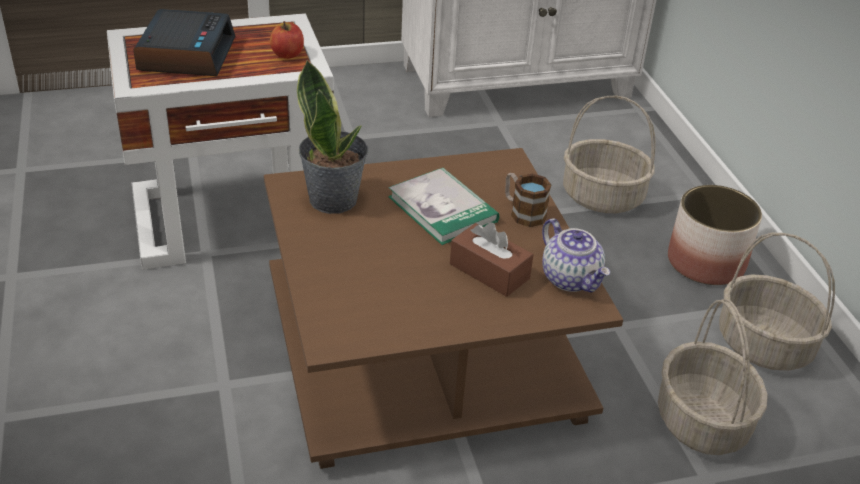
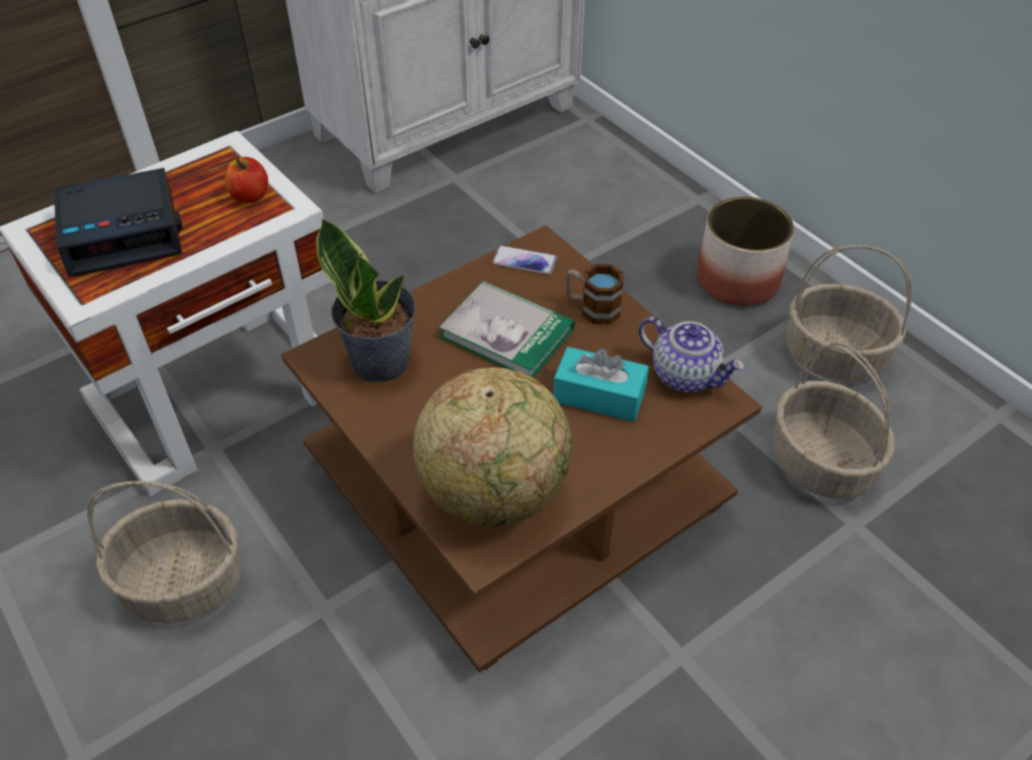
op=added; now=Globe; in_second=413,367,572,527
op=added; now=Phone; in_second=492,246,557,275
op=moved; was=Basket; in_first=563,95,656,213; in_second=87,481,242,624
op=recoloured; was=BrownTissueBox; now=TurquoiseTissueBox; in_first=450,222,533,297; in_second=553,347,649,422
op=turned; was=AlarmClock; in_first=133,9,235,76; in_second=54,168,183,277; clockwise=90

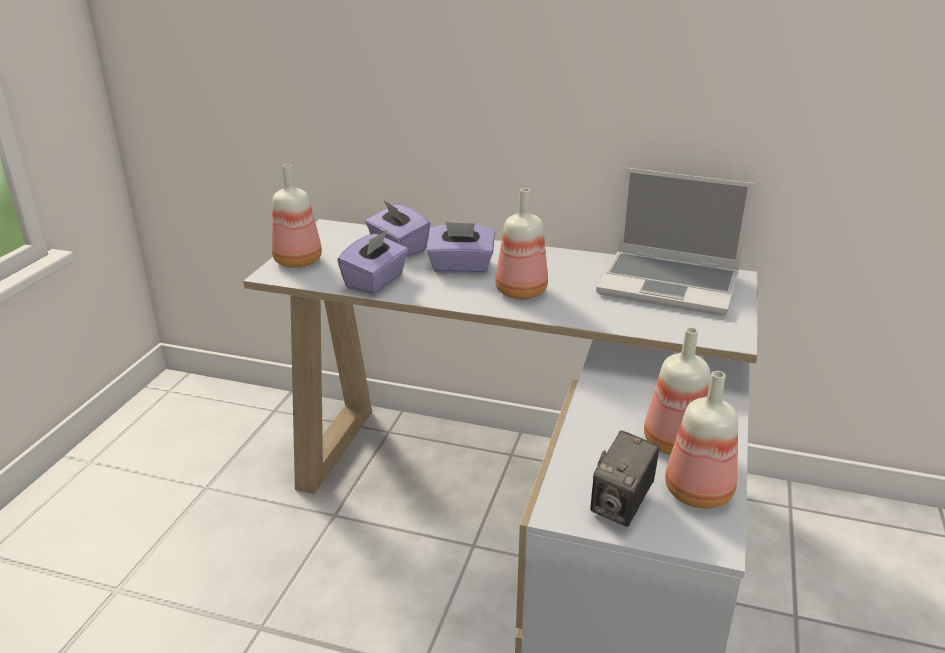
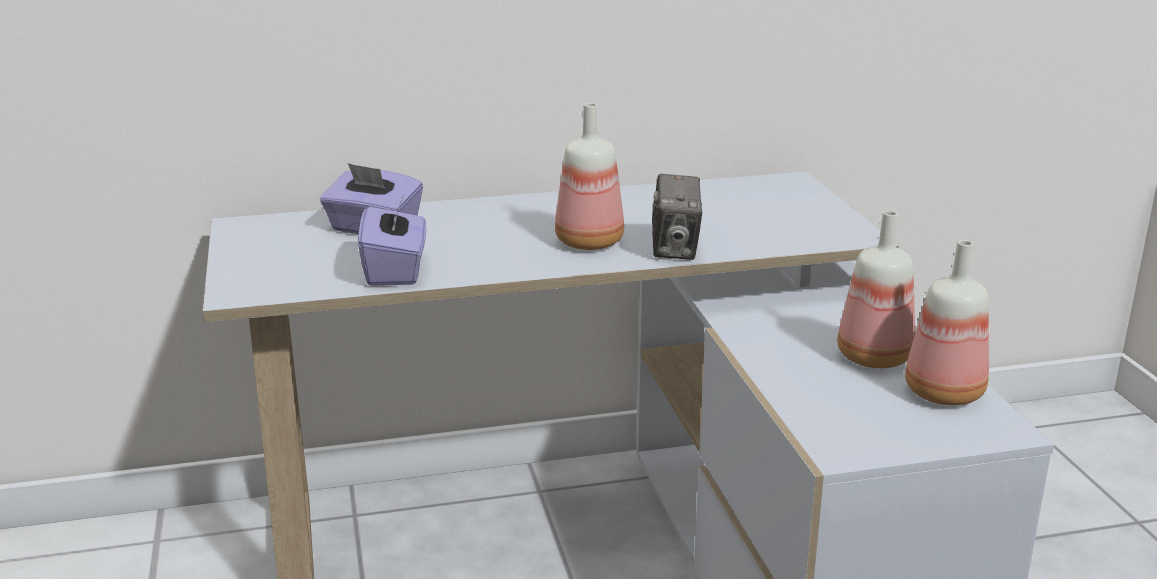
op=removed; was=Bottle; in_first=272,164,322,268
op=removed; was=PurpleTissueBox; in_first=427,222,495,273
op=removed; was=Laptop; in_first=596,168,754,316
op=moved; was=PhotoCamera; in_first=590,430,659,527; in_second=652,174,702,260

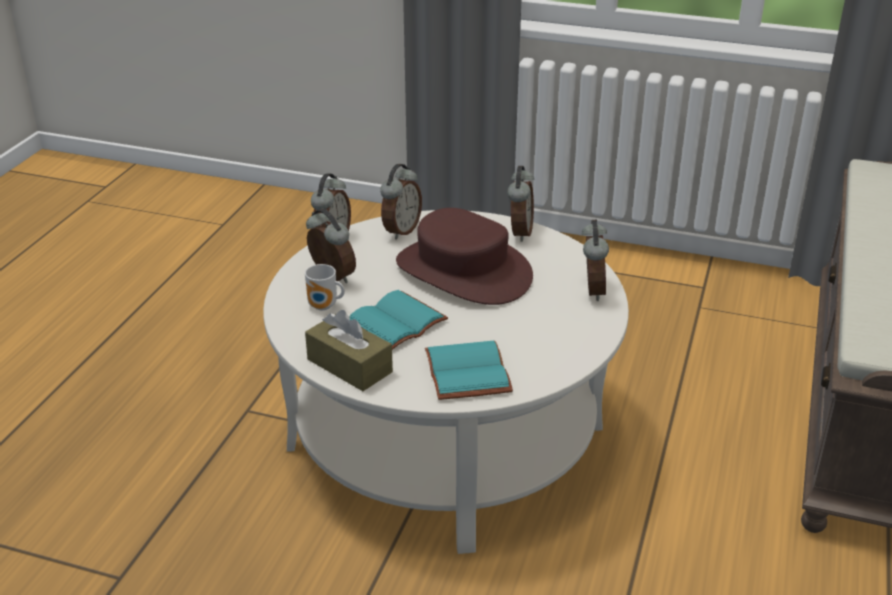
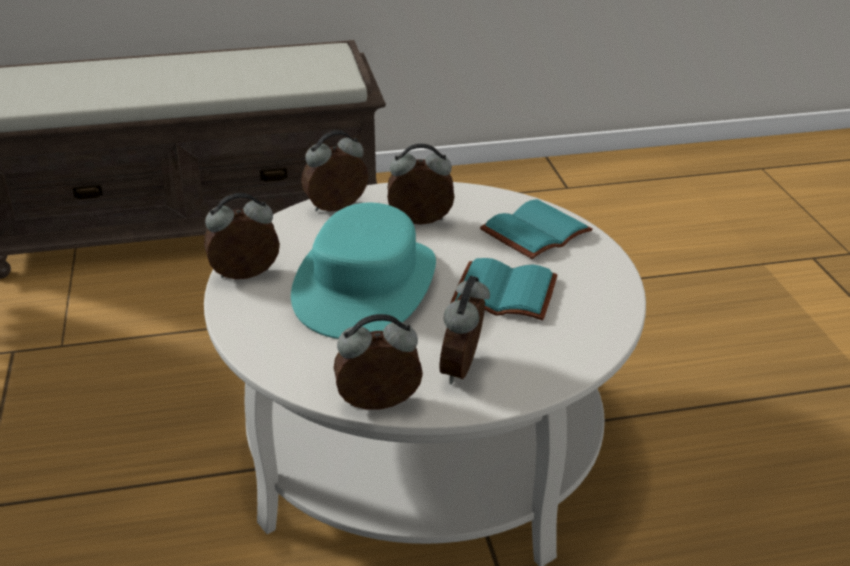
op=removed; was=Mug; in_first=305,264,345,310
op=removed; was=BrownTissueBox; in_first=305,310,393,391
op=moved; was=AlarmClock; in_first=380,164,422,240; in_second=387,144,454,225
op=recoloured; was=BrownHat; now=TurquoiseHat; in_first=396,208,533,305; in_second=291,203,436,339

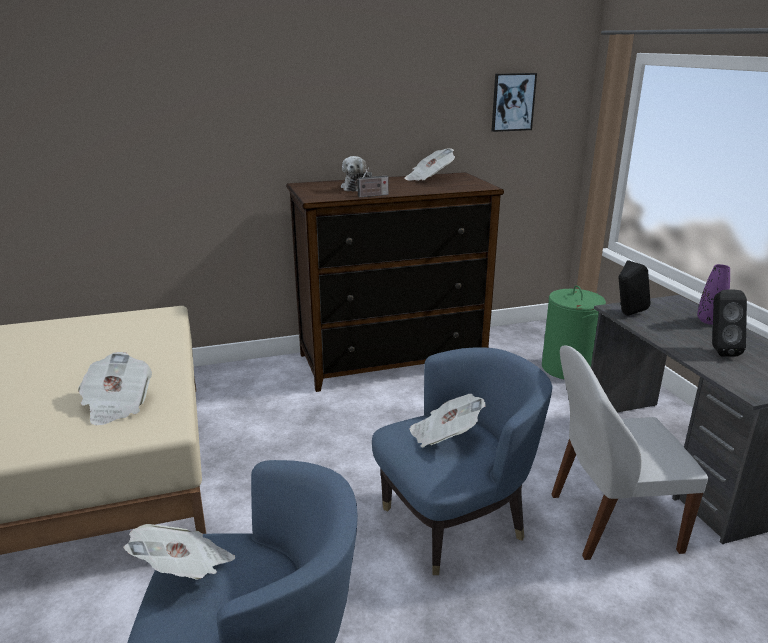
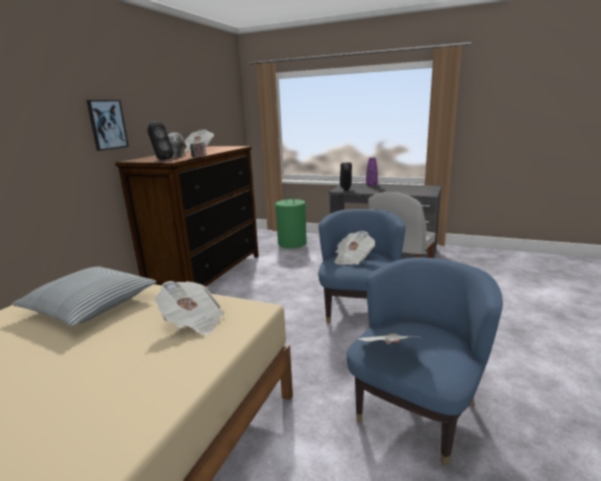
op=added; now=Pillow; in_second=12,266,156,326
op=moved; was=Picture; in_first=492,73,537,132; in_second=86,100,129,151
op=moved; was=BlackSpeaker; in_first=712,289,747,356; in_second=147,121,174,160

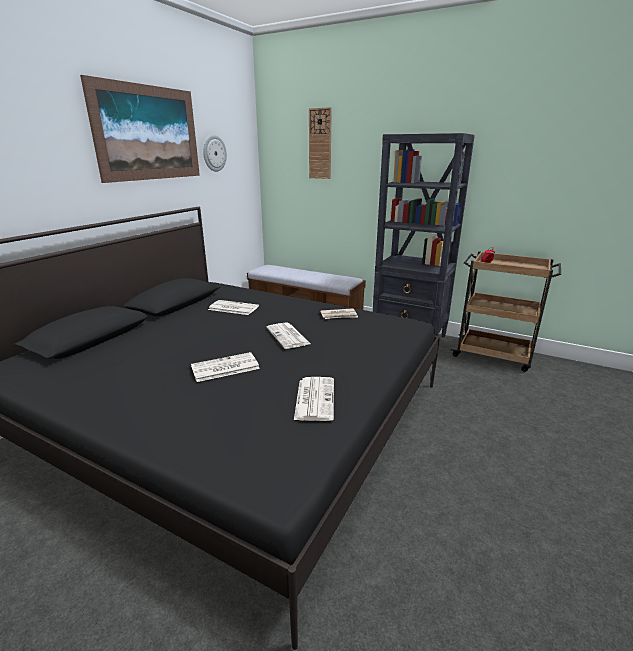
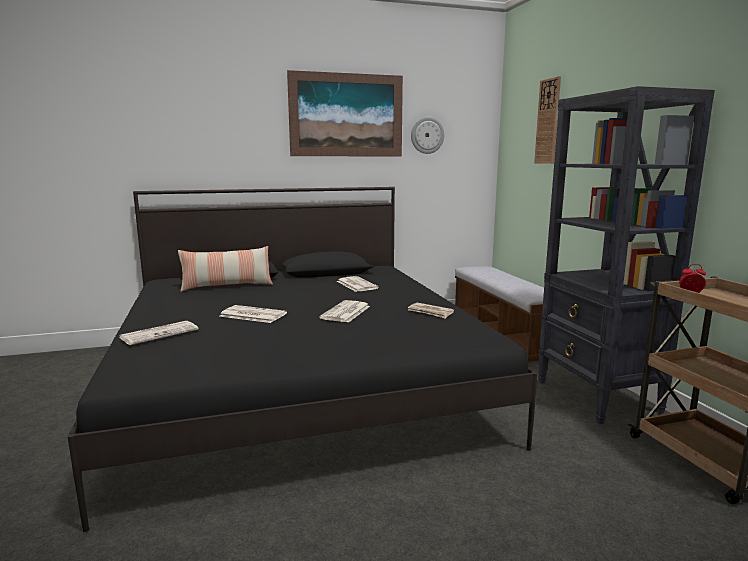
op=added; now=Pillow; in_second=178,246,273,292
op=moved; was=Newspaper; in_first=294,377,334,421; in_second=119,321,198,345

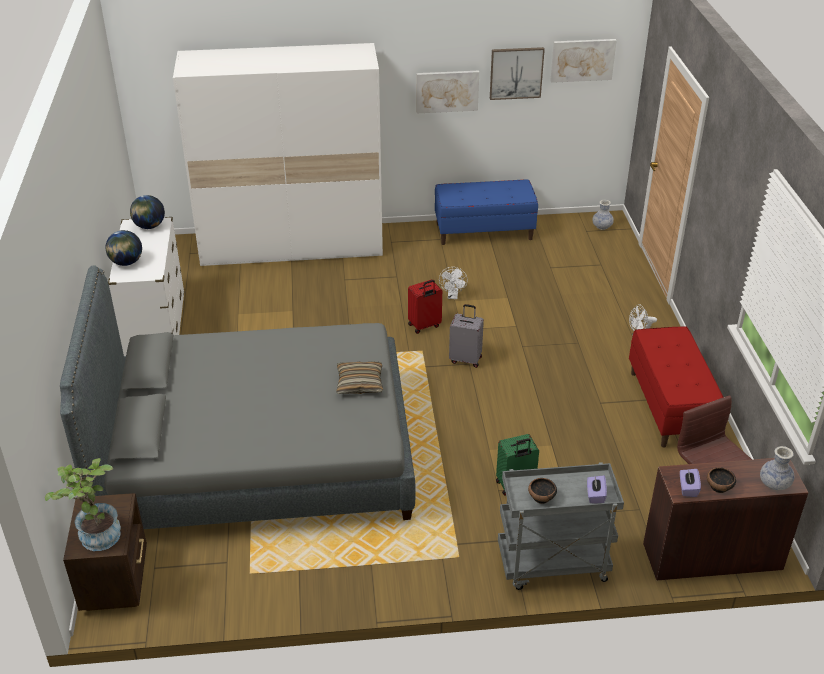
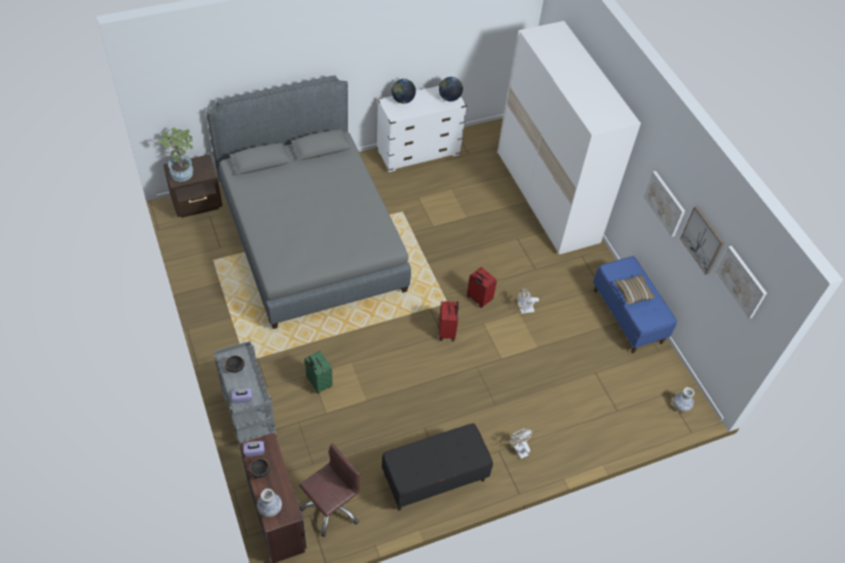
op=moved; was=Pillow; in_first=336,362,383,394; in_second=614,275,655,305
op=recoloured; was=GreySuitcase; now=RedSuitcase; in_first=449,304,484,368; in_second=439,301,459,341
op=recoloured; was=RedBench; now=BlackBench; in_first=629,326,723,448; in_second=382,423,493,511

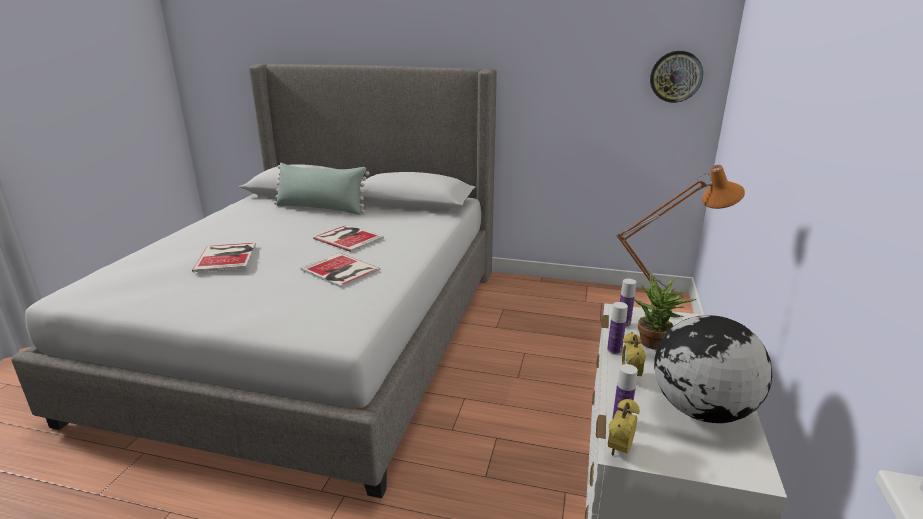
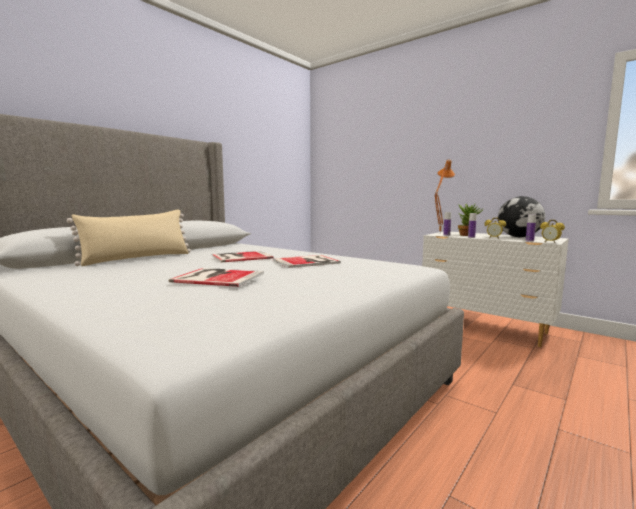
op=removed; was=WallClock; in_first=650,51,703,103
op=recoloured; was=GreenPillow; now=BeigePillow; in_first=274,163,369,215; in_second=67,209,191,266

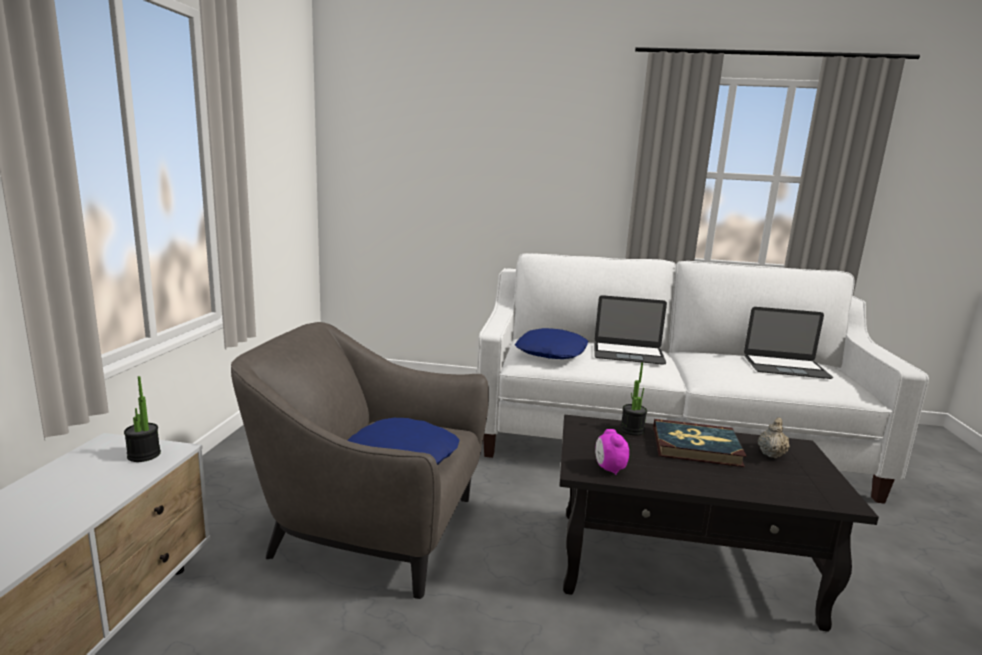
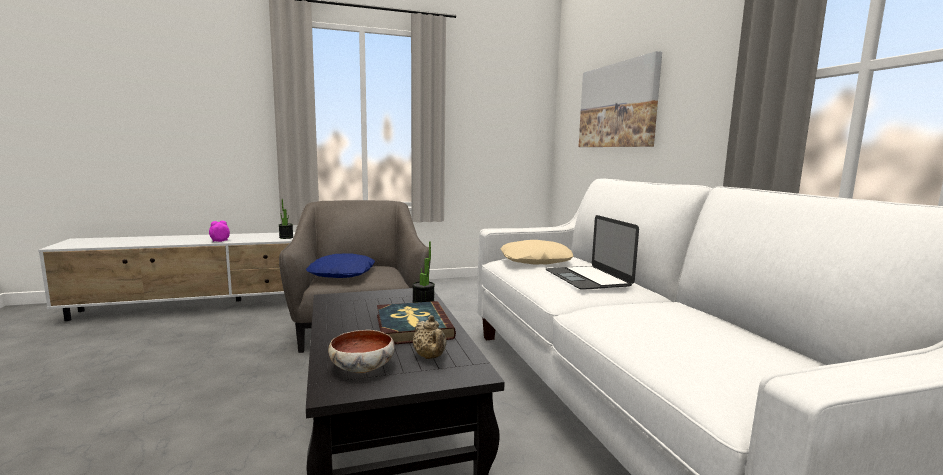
op=removed; was=Laptop; in_first=744,307,833,379
op=added; now=Bowl; in_second=328,330,395,373
op=added; now=Picture; in_second=579,51,662,147
op=moved; was=AlarmClock; in_first=595,429,629,475; in_second=209,221,230,242
op=recoloured; was=BluePillow; now=BeigePillow; in_first=515,328,588,359; in_second=500,240,573,265
op=turned; was=BeigeTeapot; in_first=758,417,790,459; in_second=413,315,447,359; clockwise=60

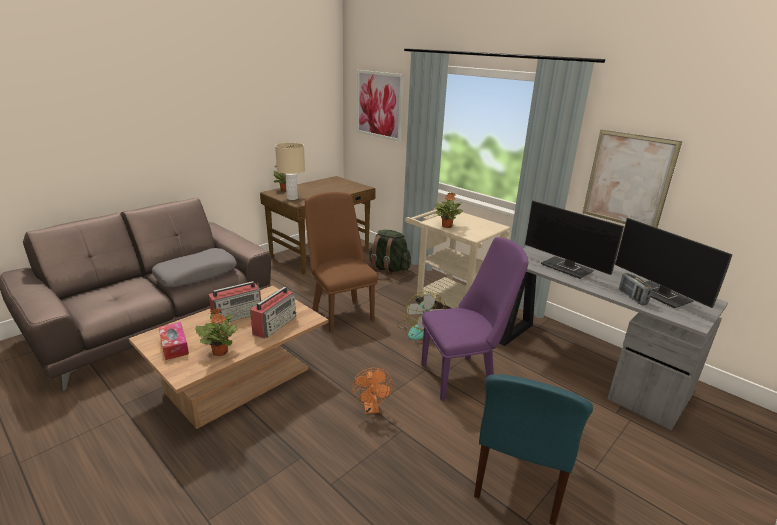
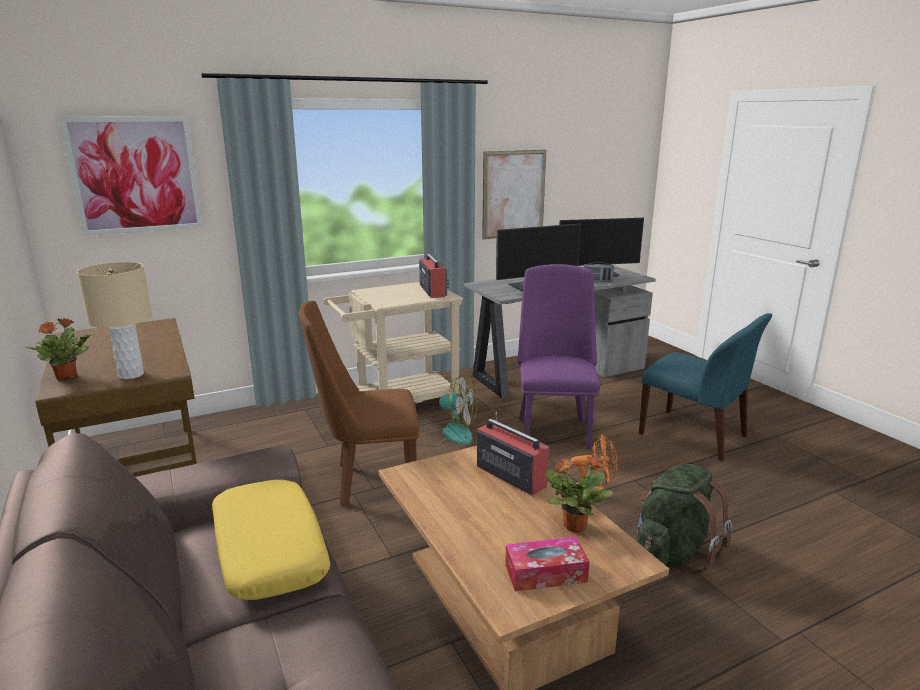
op=removed; was=PottedPlant; in_first=435,193,463,228
op=moved; was=Radio; in_first=208,281,261,324; in_second=419,251,449,298
op=moved; was=GreenBackpack; in_first=369,230,411,275; in_second=637,464,732,576
op=recoloured; was=GreyPillow; now=YellowPillow; in_first=152,248,237,287; in_second=212,479,330,600

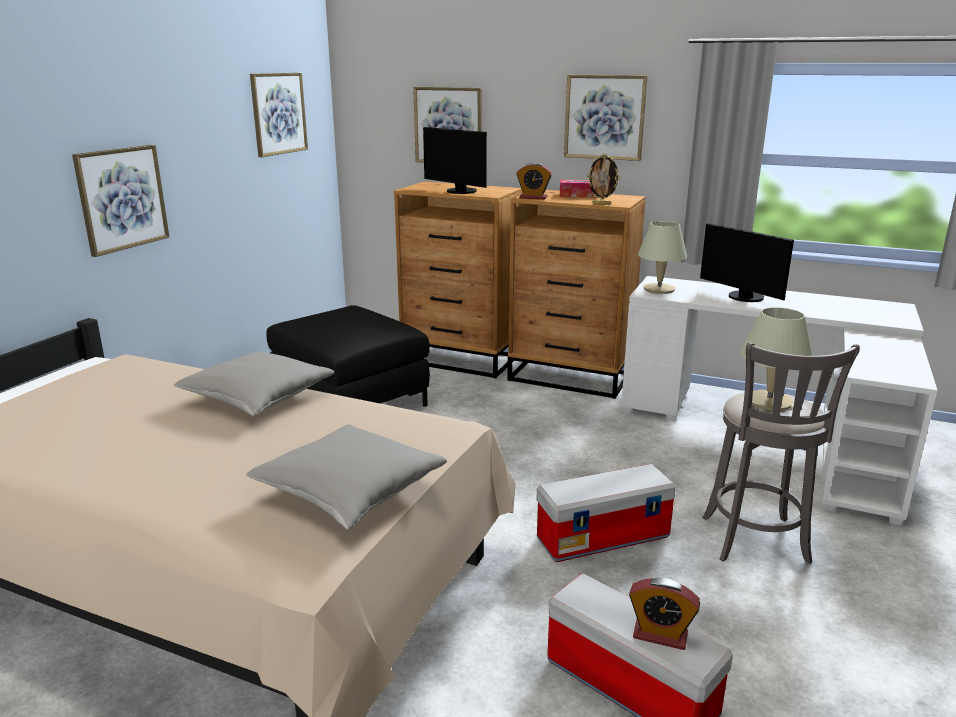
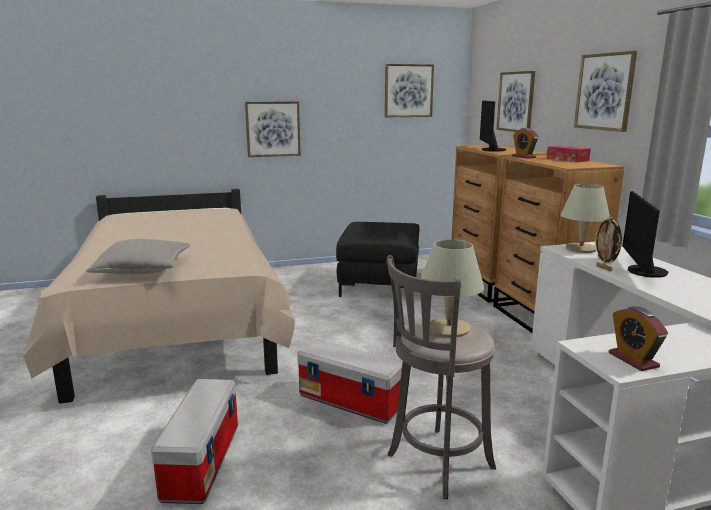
op=removed; was=GreyPillow; in_first=174,352,334,416
op=moved; was=PictureFrame; in_first=587,154,620,205; in_second=594,217,622,272
op=moved; was=AlarmClock; in_first=629,578,700,650; in_second=609,306,668,371

